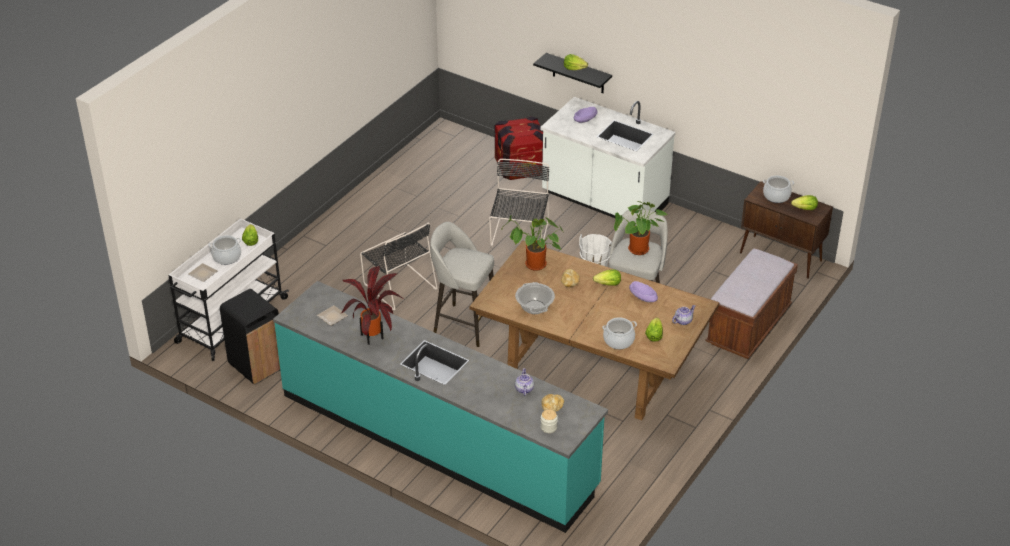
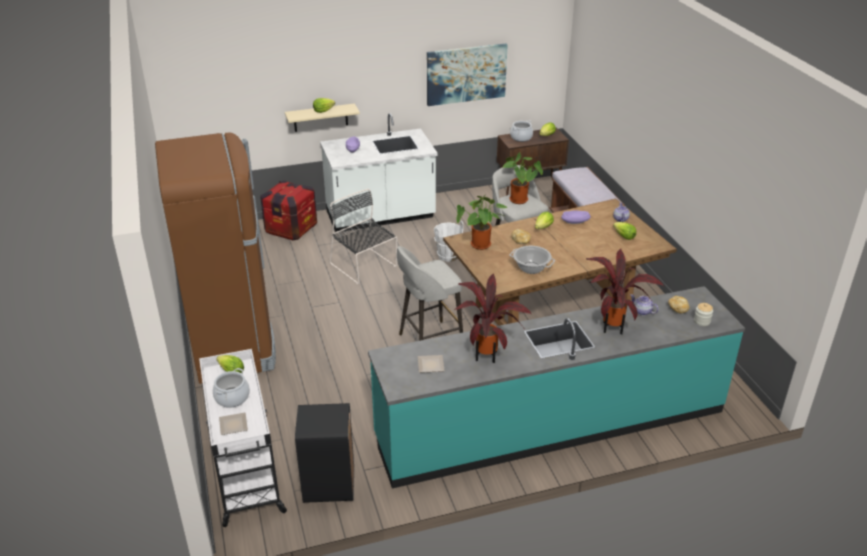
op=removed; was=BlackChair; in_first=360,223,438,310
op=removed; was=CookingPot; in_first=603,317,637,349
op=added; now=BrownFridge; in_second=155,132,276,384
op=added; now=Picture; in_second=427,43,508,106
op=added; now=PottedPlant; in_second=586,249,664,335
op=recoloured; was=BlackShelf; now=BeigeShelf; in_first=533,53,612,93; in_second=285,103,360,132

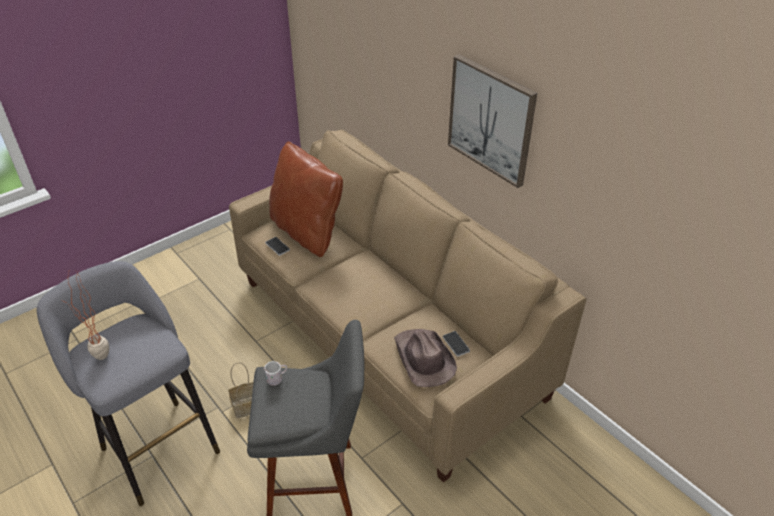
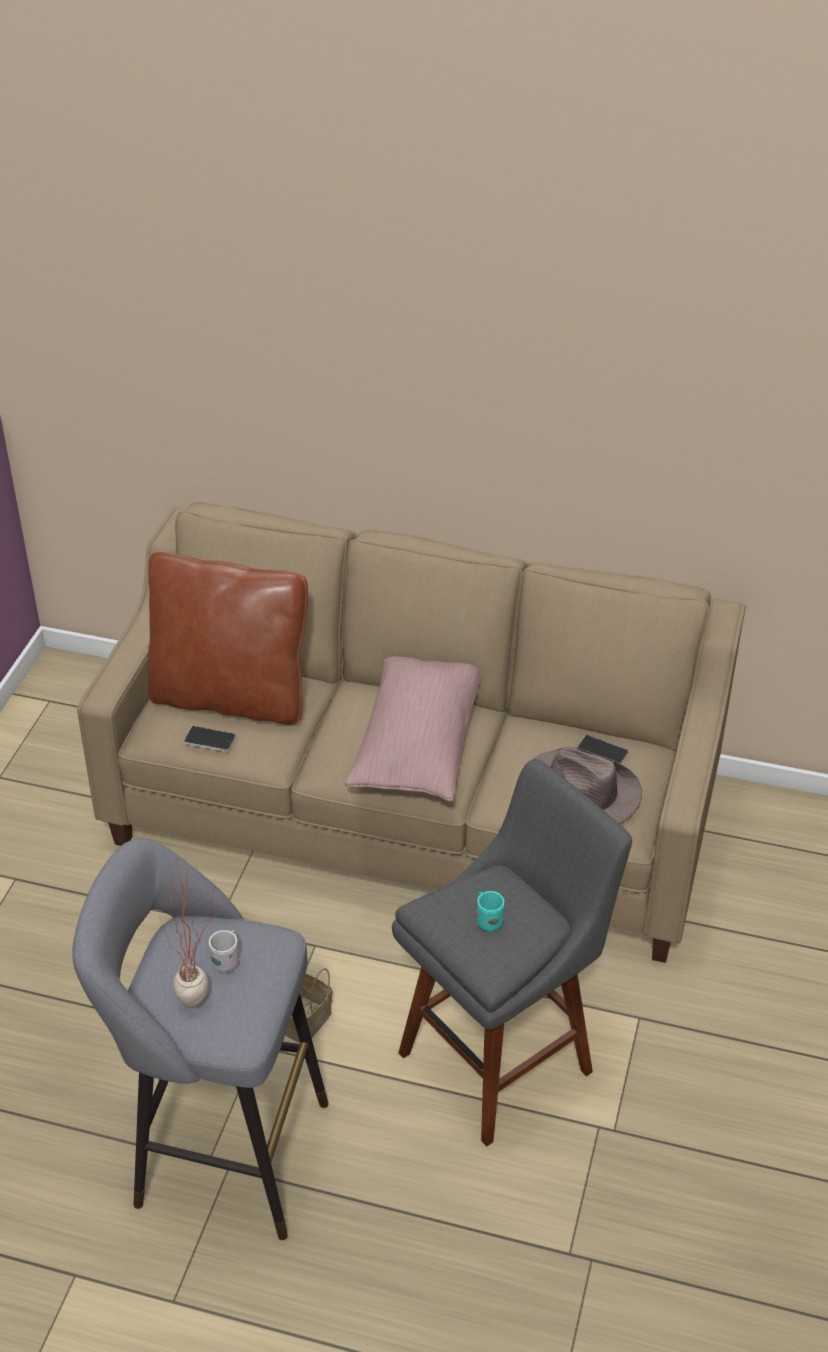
op=removed; was=Picture; in_first=448,54,537,188
op=added; now=PinkPillow; in_second=344,656,482,802
op=added; now=TurquoiseMug; in_second=477,891,504,932
op=moved; was=WhiteMug; in_first=263,361,287,386; in_second=209,930,239,973

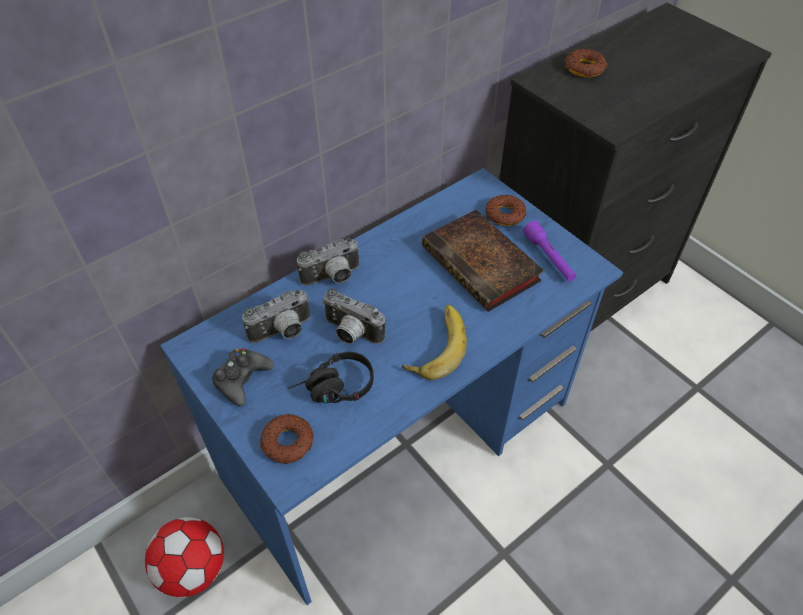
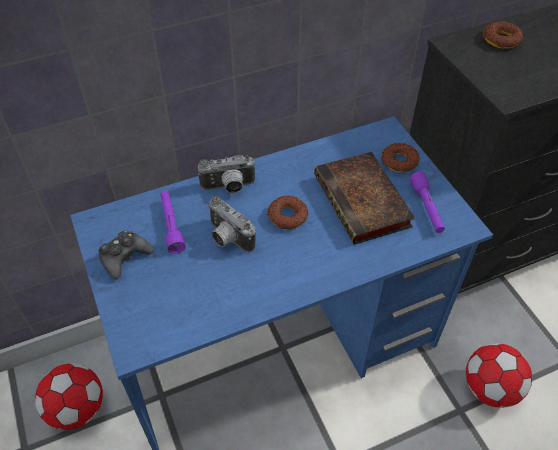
op=removed; was=BlackHeadphones; in_first=288,352,374,403
op=removed; was=Banana; in_first=402,305,467,380
op=added; now=Football; in_second=466,343,532,408
op=moved; was=Donut; in_first=260,414,314,464; in_second=267,196,308,229
op=replaced; was=PhotoCamera; now=PurpleFlashlight; in_first=242,290,310,343; in_second=160,191,185,254

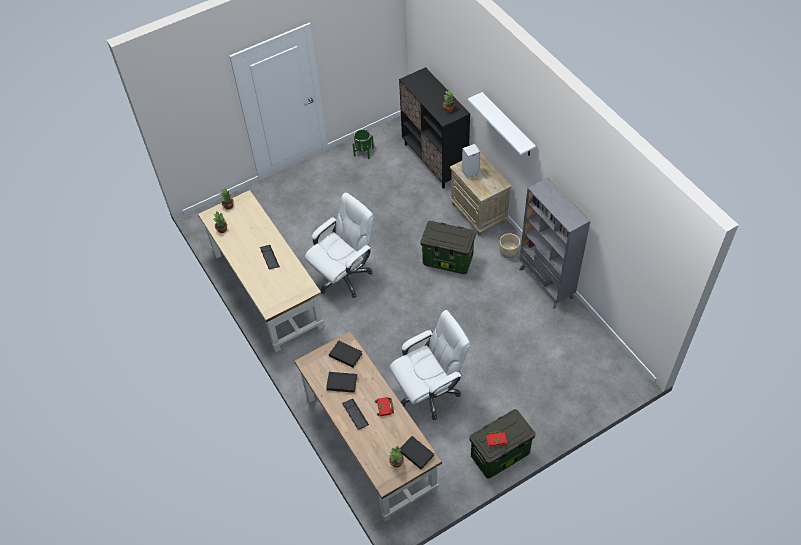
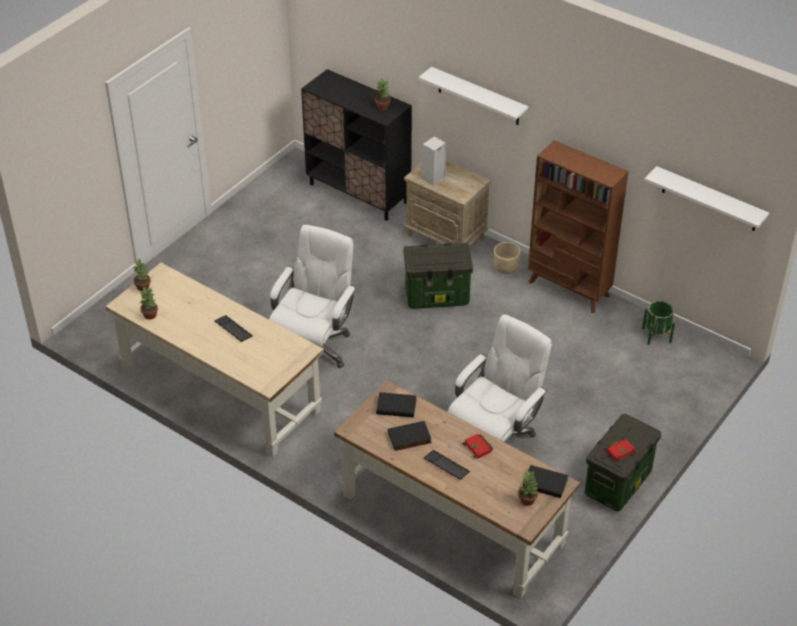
op=added; now=WhiteShelf; in_second=644,166,769,231
op=moved; was=GreenPlanter; in_first=353,129,374,159; in_second=642,301,675,345
op=recoloured; was=GreyBookcase; now=BrownBookcase; in_first=519,178,590,309; in_second=528,140,628,313

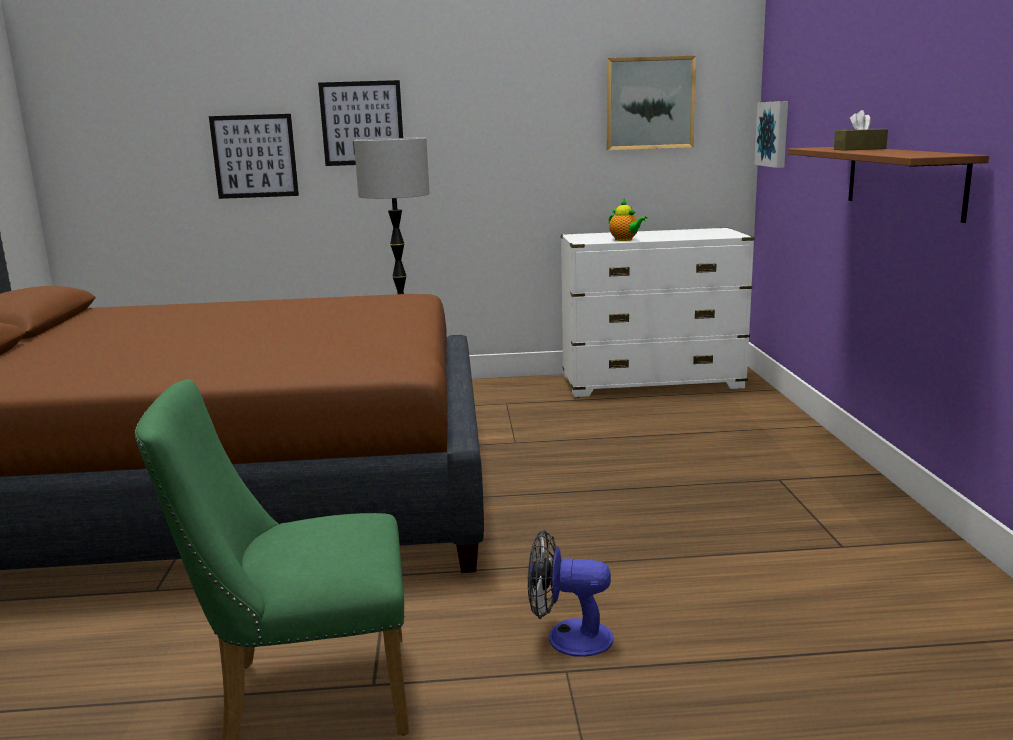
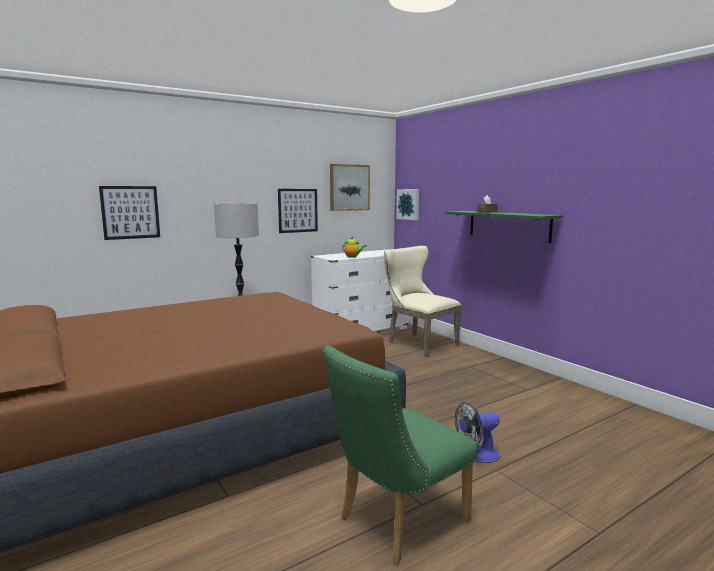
op=added; now=BeigeChair; in_second=384,246,461,357
op=moved; was=Picture; in_first=318,80,403,166; in_second=278,189,318,233
op=recoloured; was=BrownShelf; now=GreenShelf; in_first=787,147,989,223; in_second=446,211,563,243

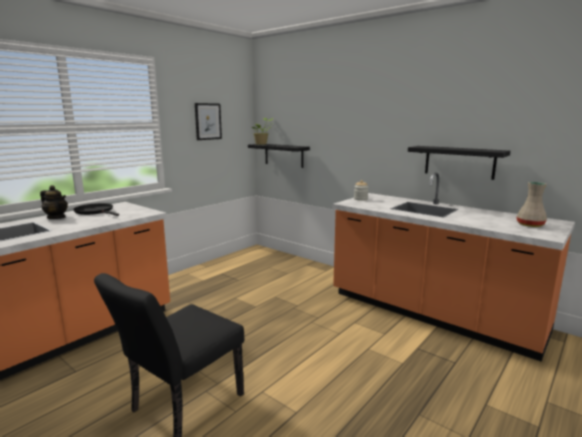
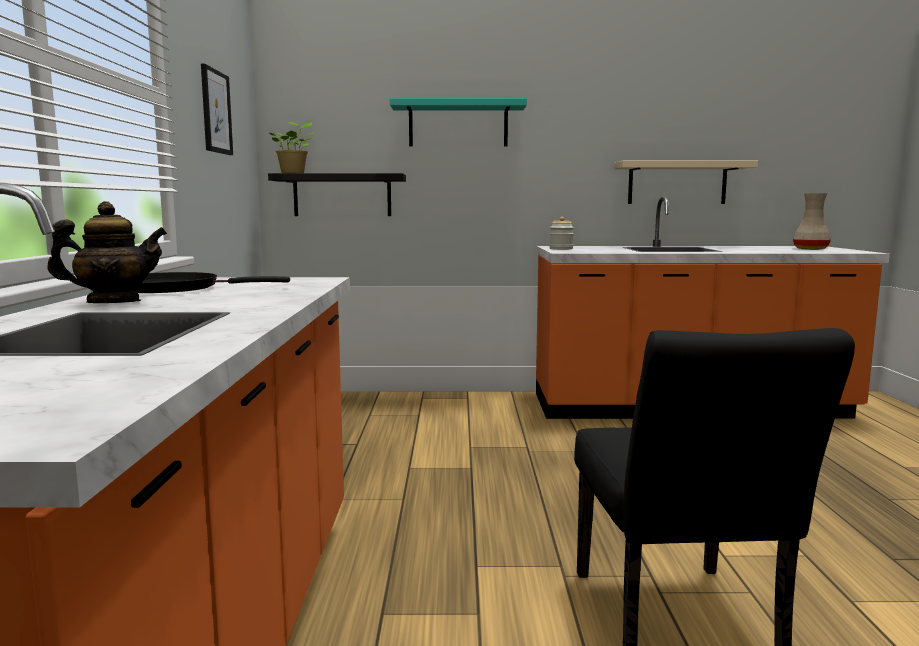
op=added; now=TurquoiseShelf; in_second=390,98,527,146
op=recoloured; was=BlackShelf; now=BeigeShelf; in_first=408,146,510,180; in_second=614,160,758,204

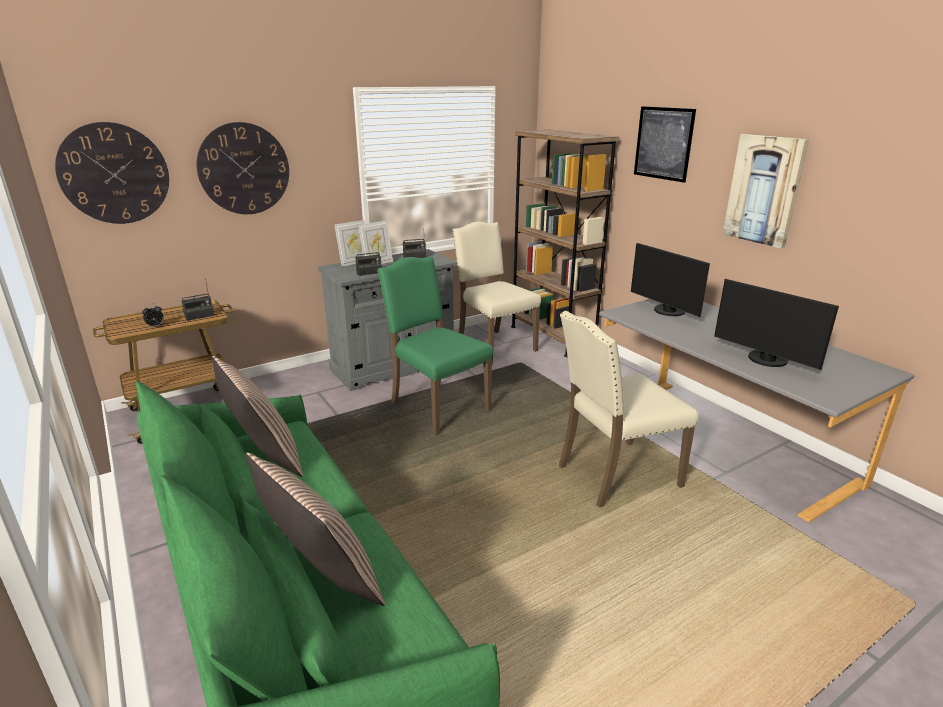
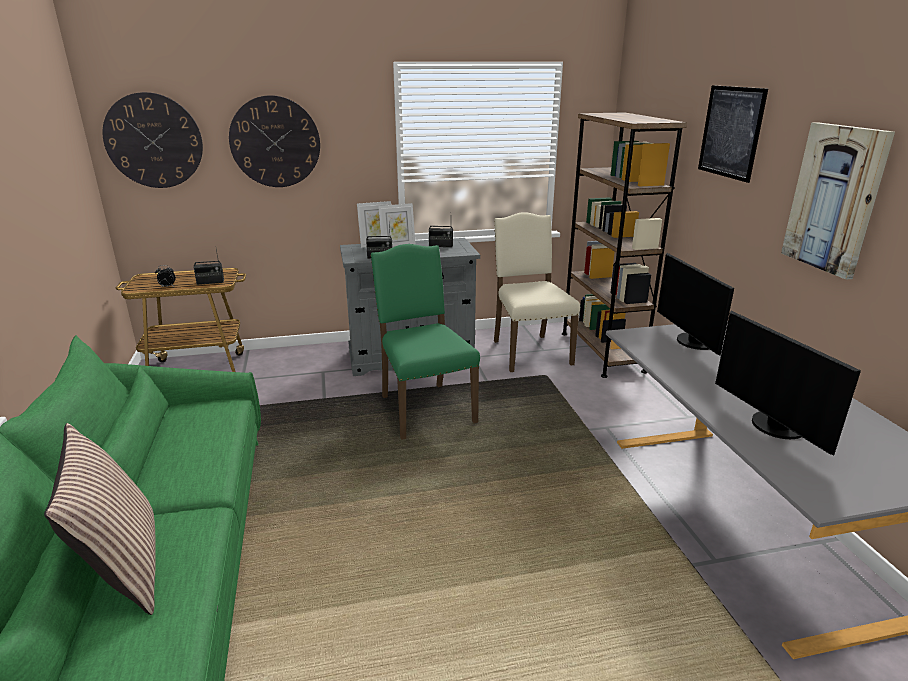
op=removed; was=Pillow; in_first=211,356,303,477
op=removed; was=BeigeChair; in_first=559,311,698,507

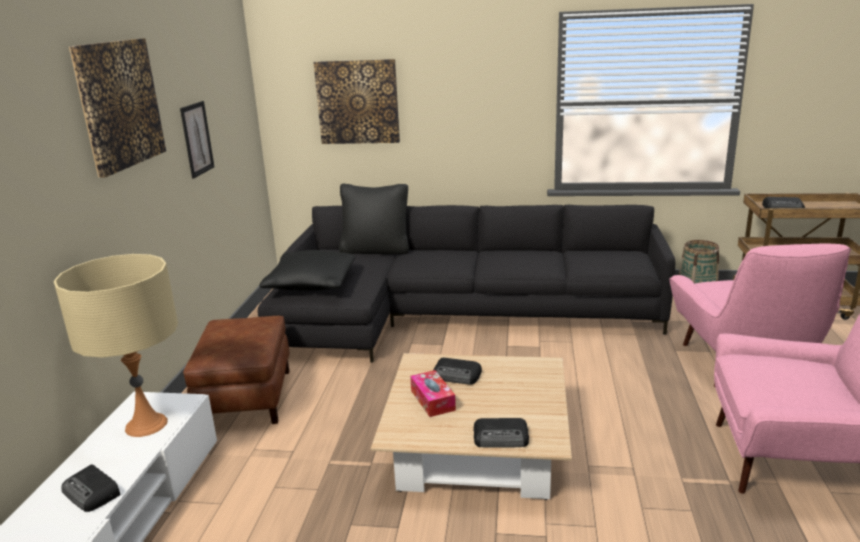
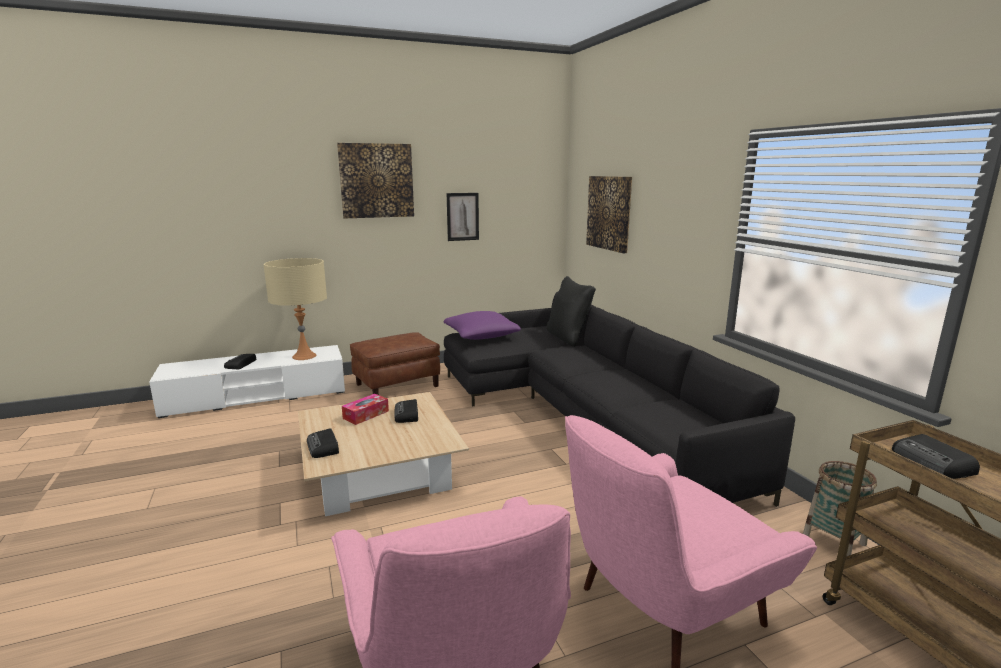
op=recoloured; was=BlackPillow; now=PurplePillow; in_first=259,250,355,291; in_second=444,311,521,340

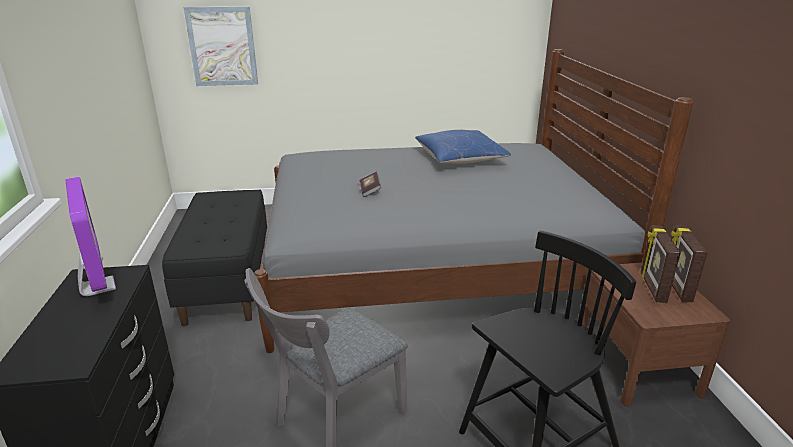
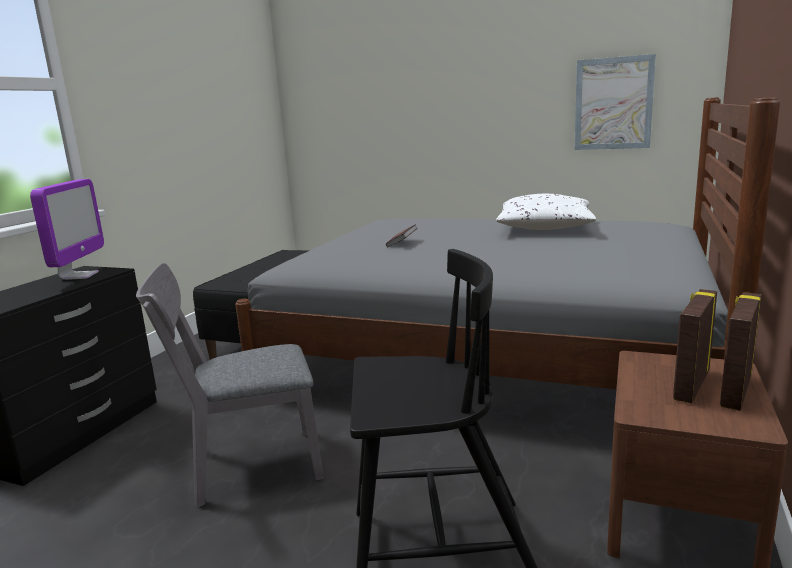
op=moved; was=Picture; in_first=184,6,258,86; in_second=574,54,656,150
op=recoloured; was=BluePillow; now=WhitePillow; in_first=415,130,511,164; in_second=496,194,596,230

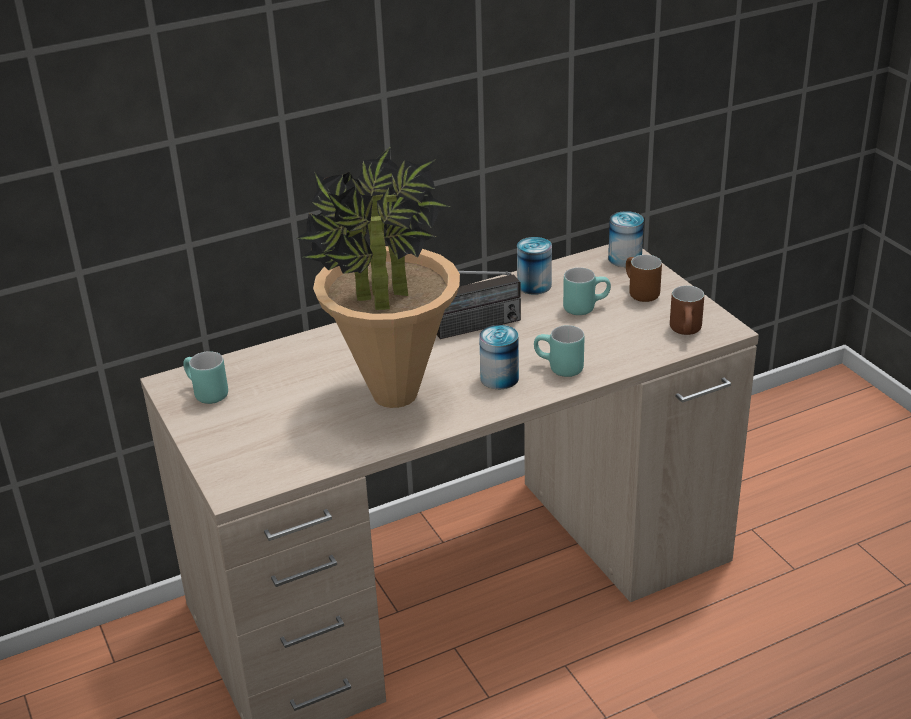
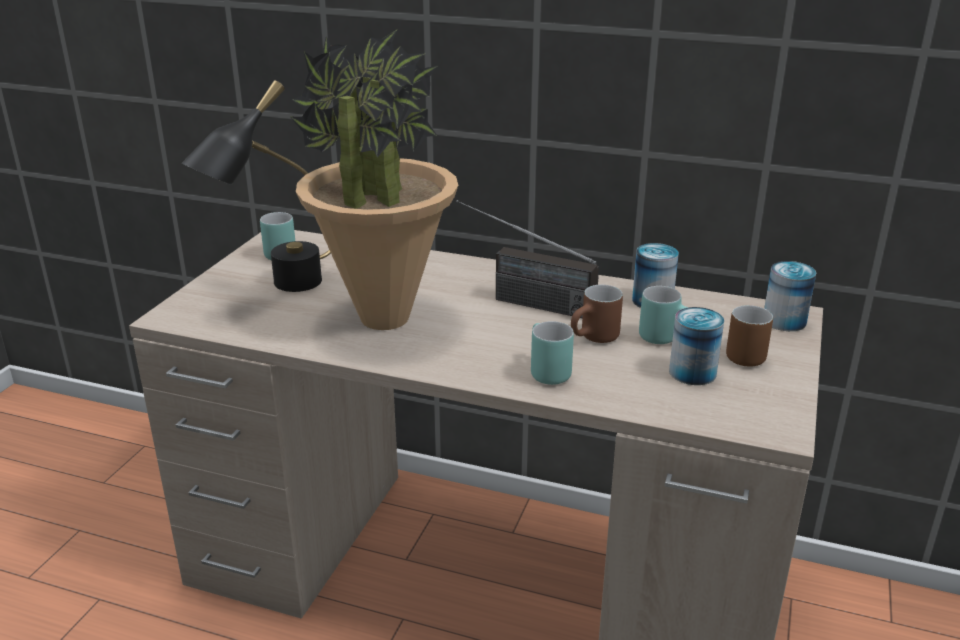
op=added; now=BlackTableLamp; in_second=182,80,331,292
op=moved; was=Can; in_first=479,325,519,389; in_second=669,307,724,385
op=moved; was=BrownMug; in_first=670,286,704,335; in_second=571,285,623,343

